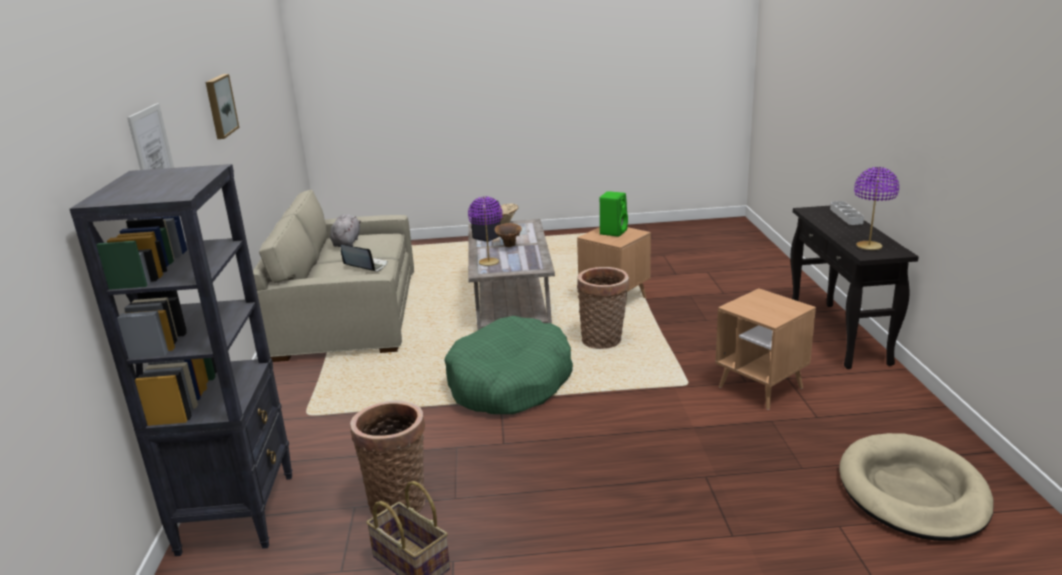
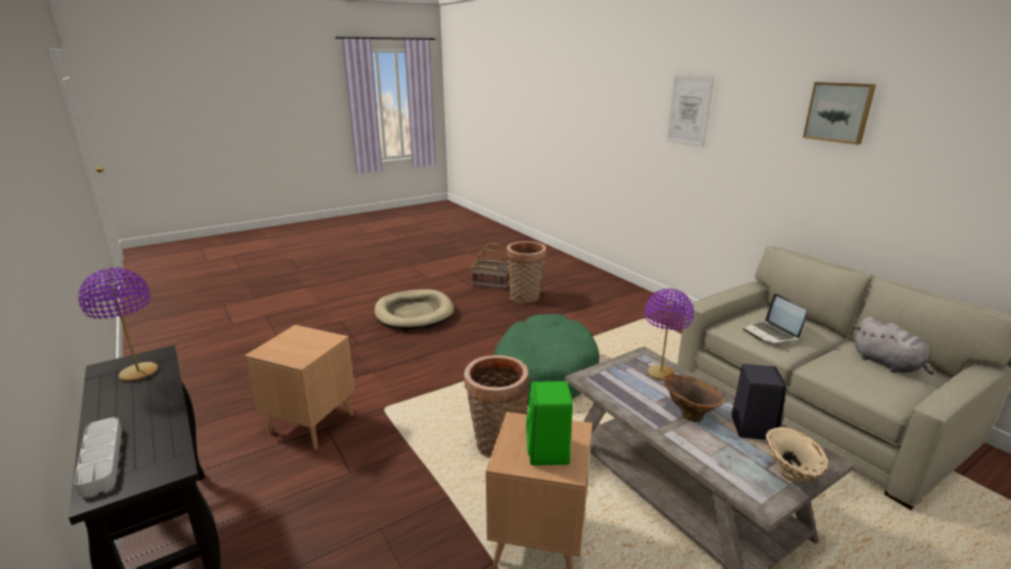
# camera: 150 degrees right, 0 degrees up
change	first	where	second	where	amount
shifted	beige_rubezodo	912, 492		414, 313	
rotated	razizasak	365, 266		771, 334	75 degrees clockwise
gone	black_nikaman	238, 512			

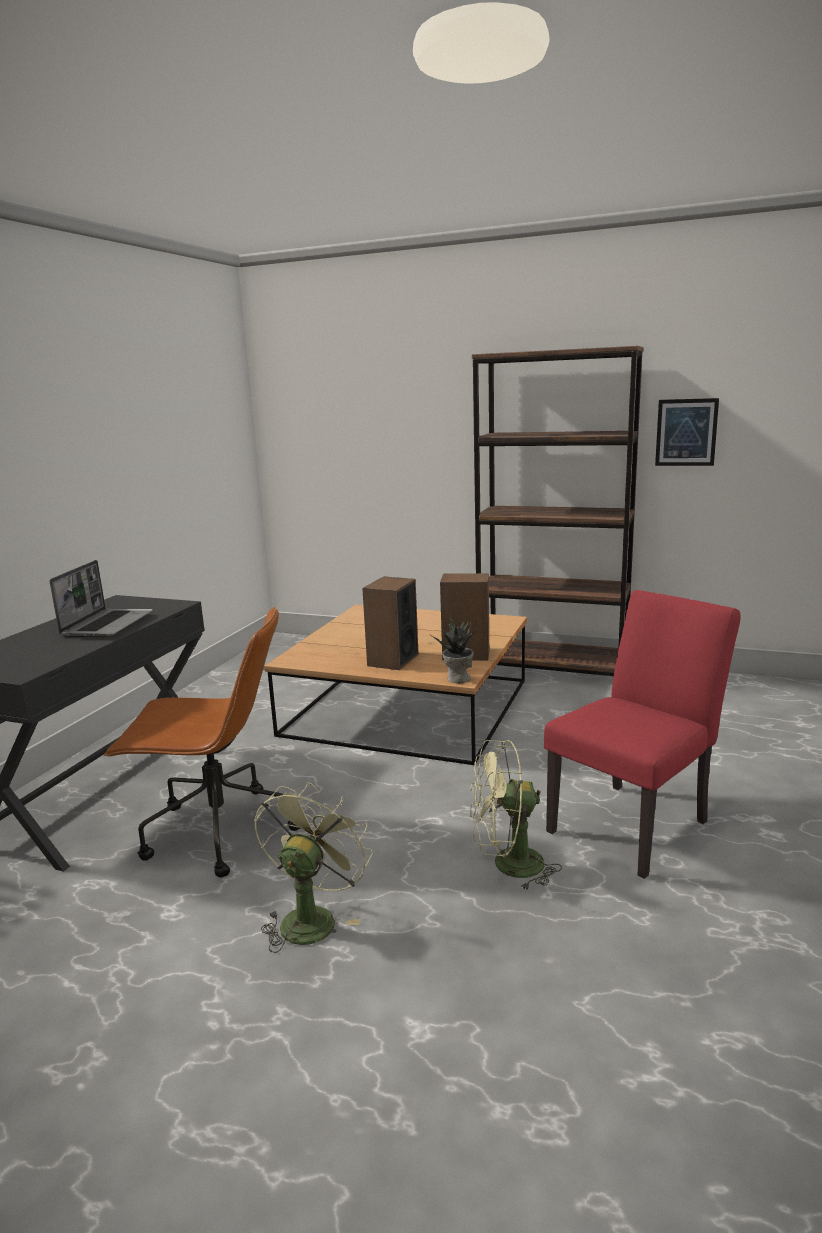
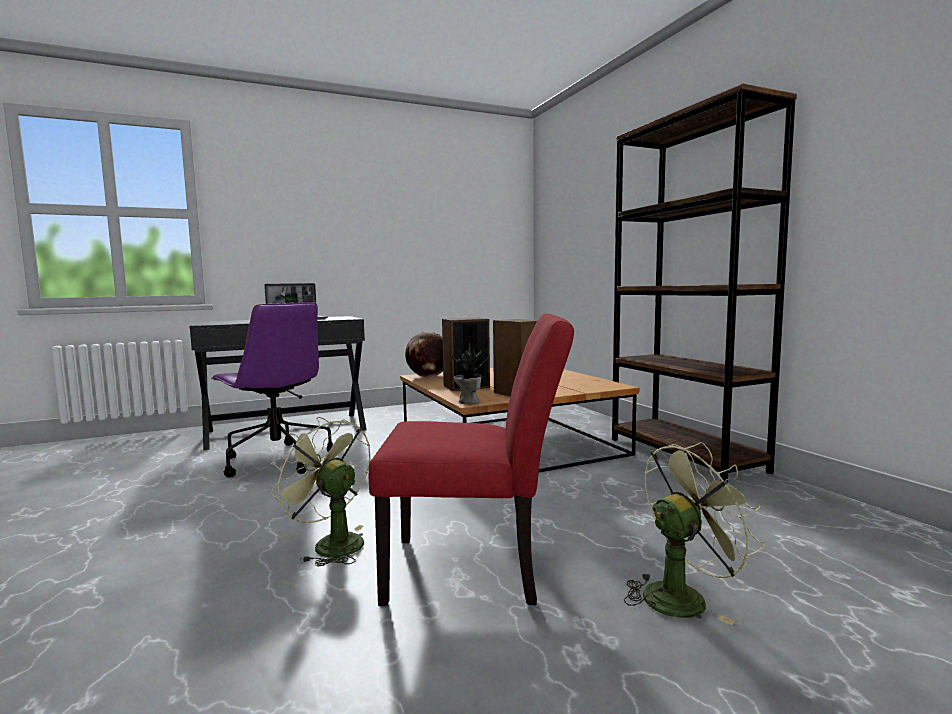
# camera: 45 degrees right, 10 degrees down
change	first	where	second	where	amount
repainted	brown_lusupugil	217, 832	purple_lusupugil	276, 460	
new			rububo	428, 376	
shifted	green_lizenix	311, 917		683, 596	
gone	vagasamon	686, 432			

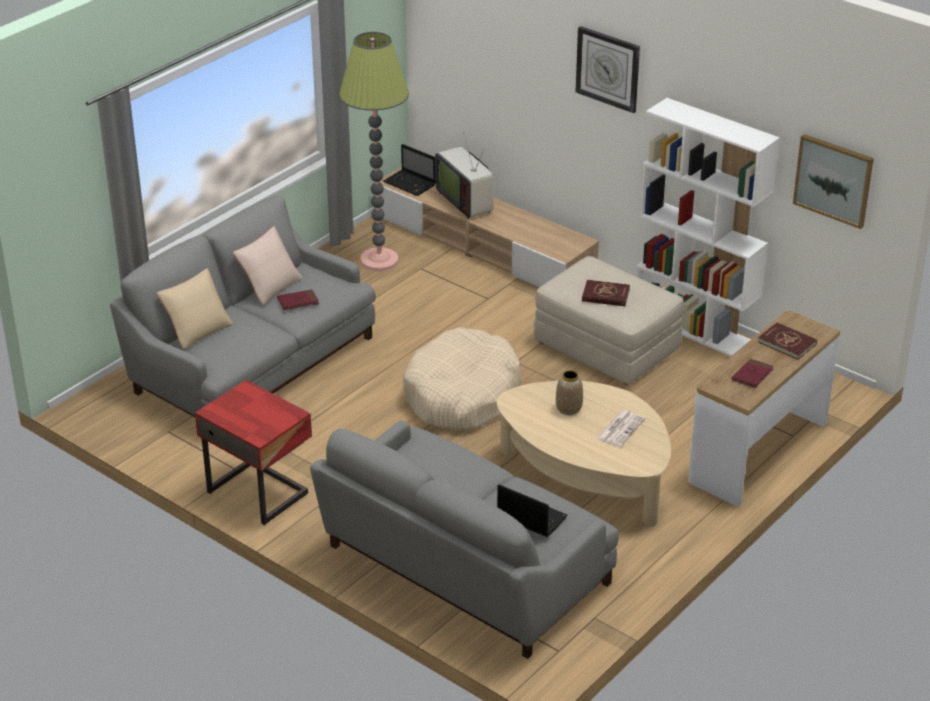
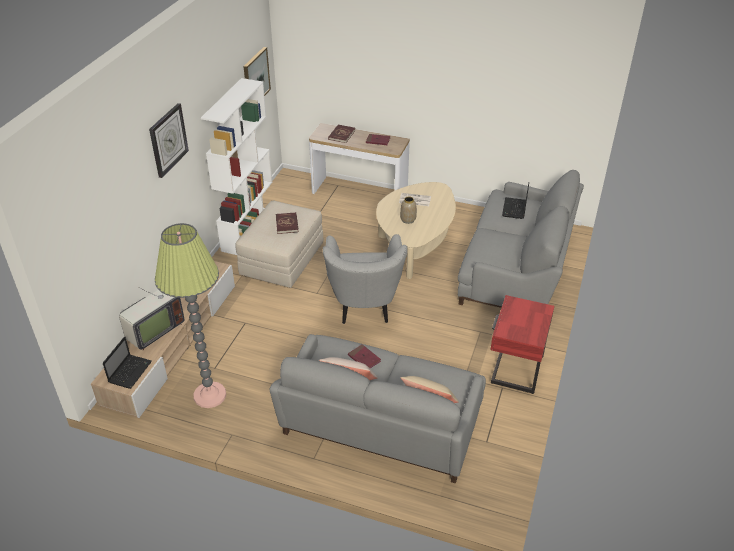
# camera: 110 degrees left, 5 degrees up
change	first	where	second	where	amount
swapped	beige_rubezodo	462, 395	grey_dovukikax	364, 307	

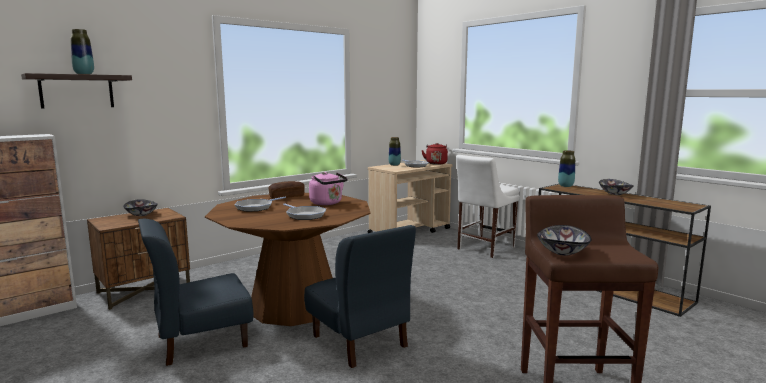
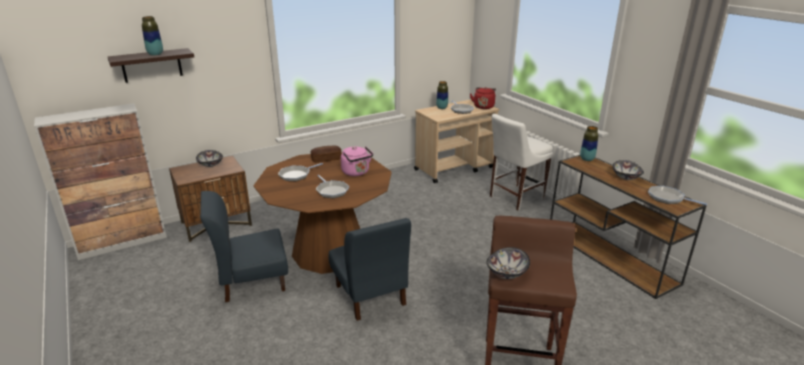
# camera: 10 degrees right, 15 degrees up
change	first	where	second	where	amount
new			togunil	668, 198	

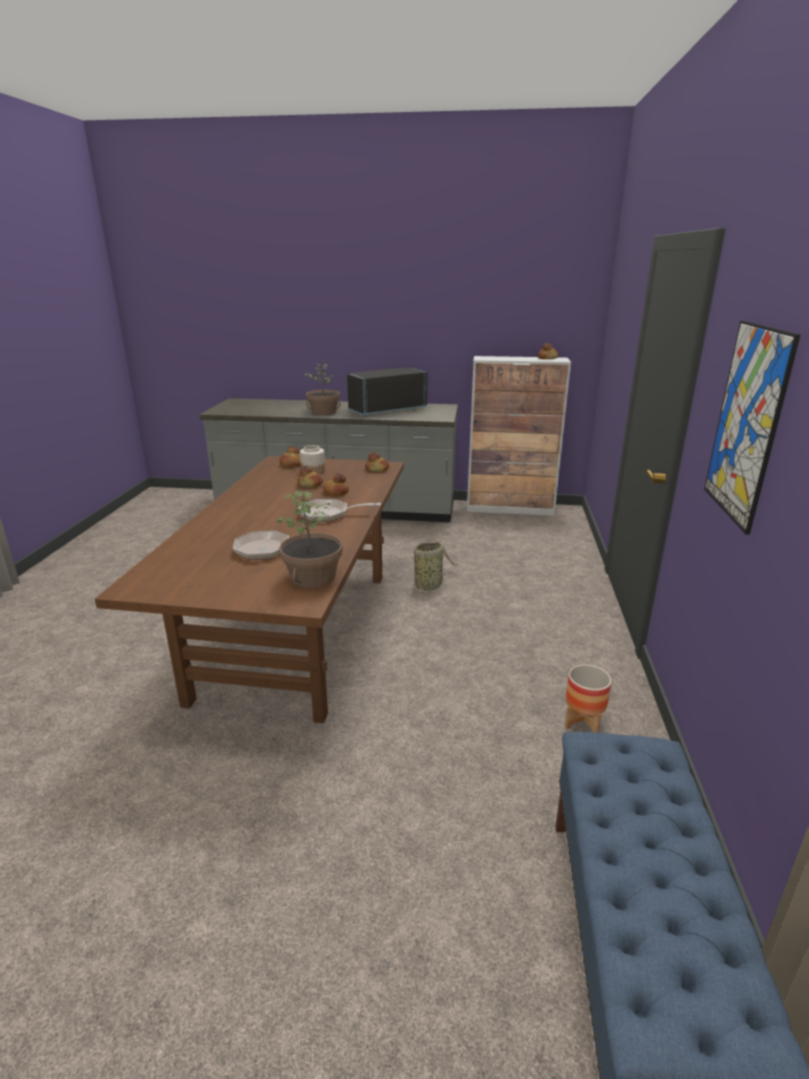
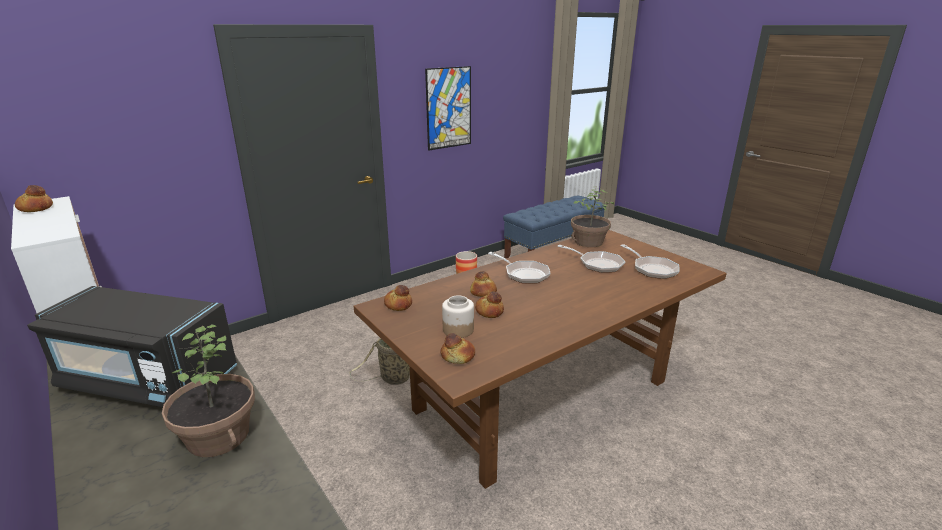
# camera: 135 degrees left, 0 degrees up
change	first	where	second	where	amount
new			togunil	652, 269	

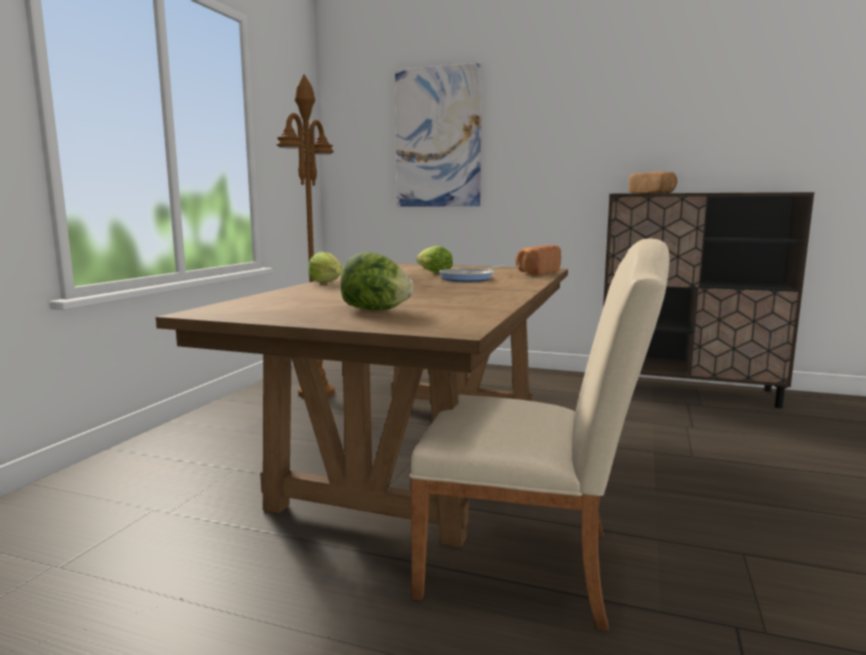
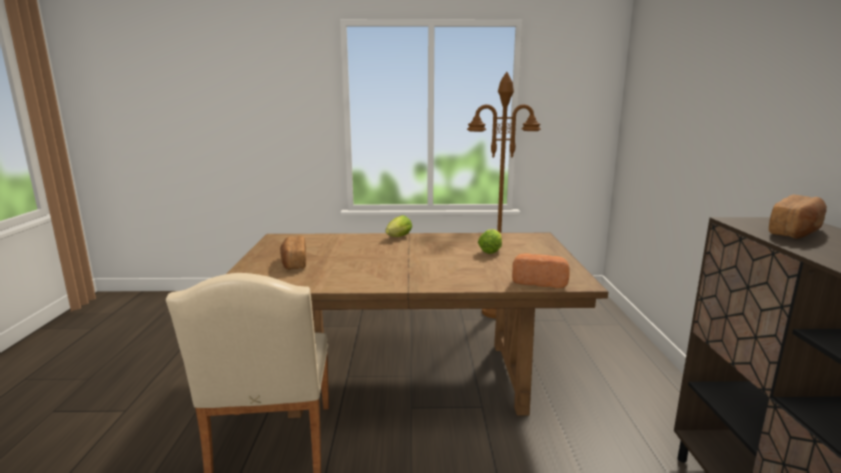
# camera: 70 degrees right, 5 degrees up
change	first	where	second	where	amount
swapped	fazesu	375, 310	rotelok	294, 262	
gone	vagasamon	438, 137			
gone	togunil	469, 278			

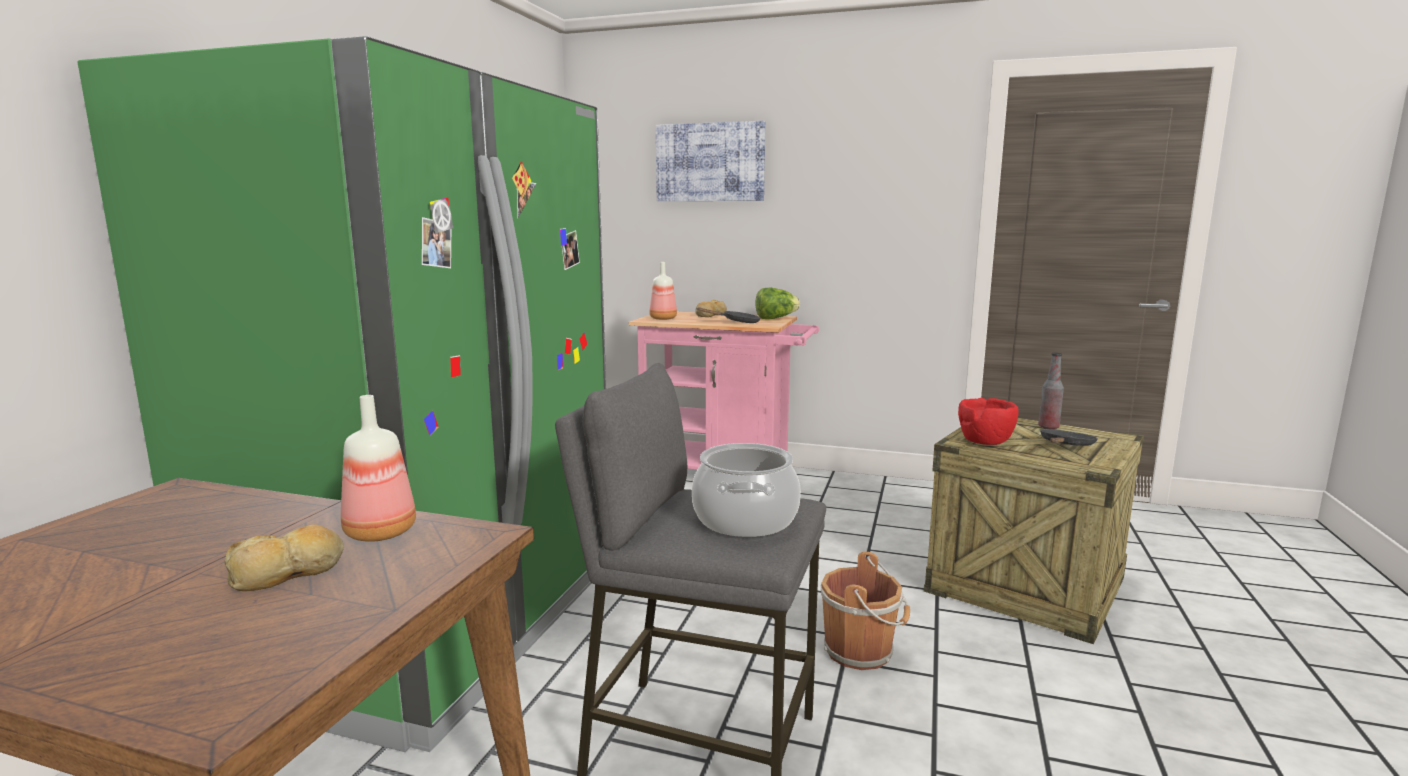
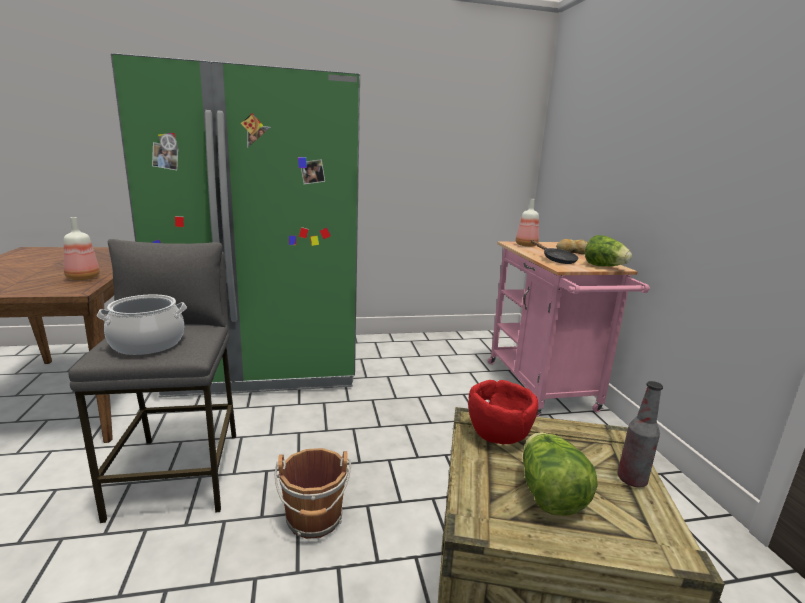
# camera: 60 degrees right, 5 degrees up
change	first	where	second	where	amount
swapped	black_togunil	1065, 446	fazesu	549, 494	
gone	rotelok	289, 572			
gone	vagasamon	710, 162			

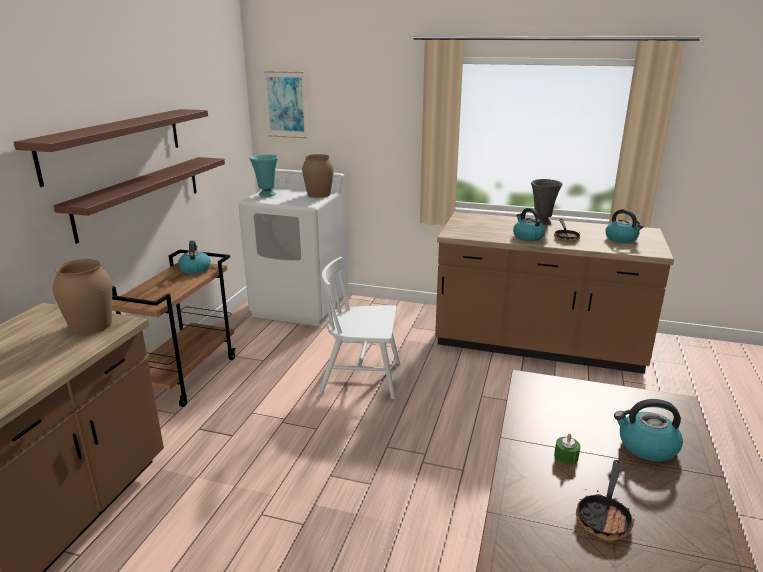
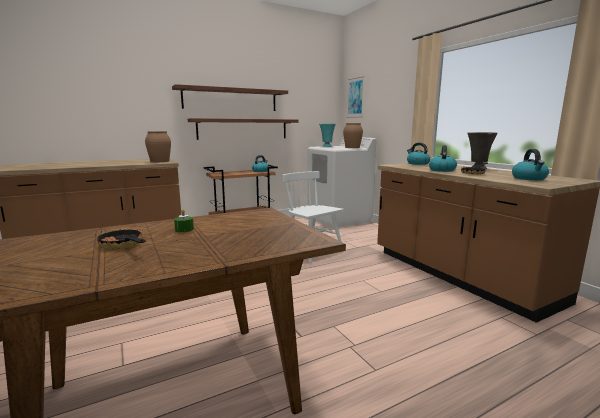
# camera: 45 degrees right, 10 degrees down
change	first	where	second	where	amount
rotated	togunil	605, 516		123, 246	60 degrees clockwise
shifted	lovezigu	646, 446		417, 163	

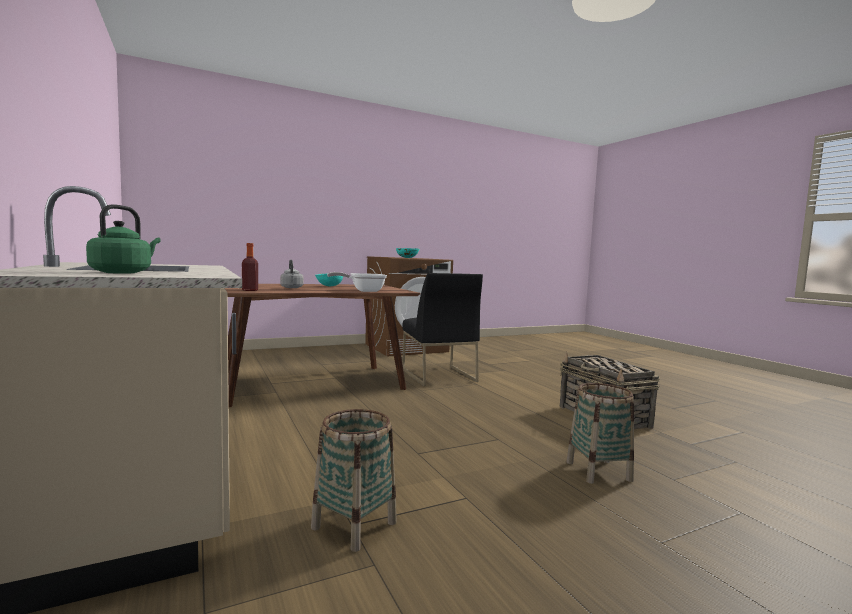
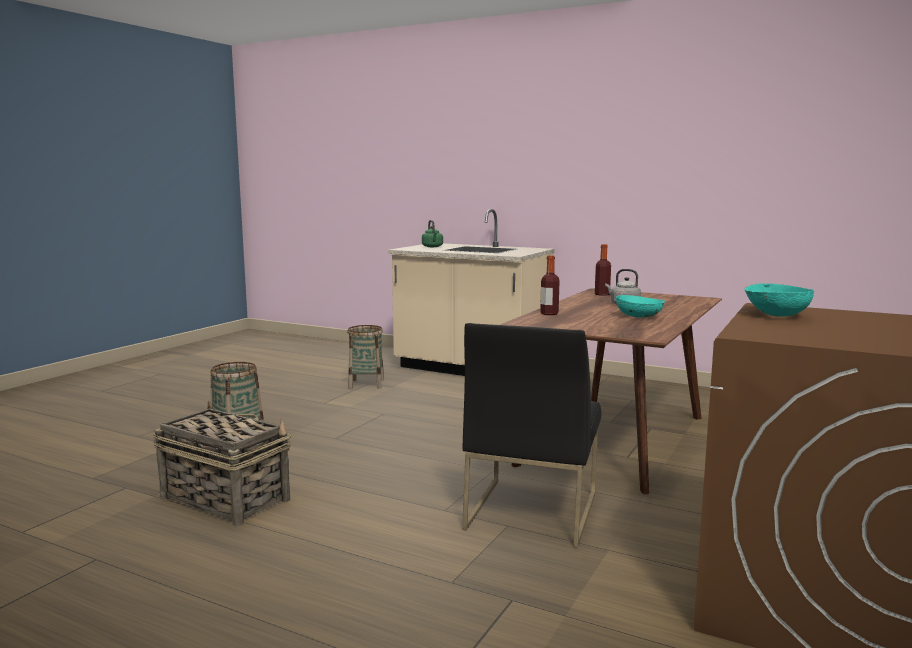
# camera: 145 degrees right, 5 degrees up
change	first	where	second	where	amount
rotated	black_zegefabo	438, 375		531, 510	105 degrees counterclockwise
swapped	togunil	363, 291	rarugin	549, 313	

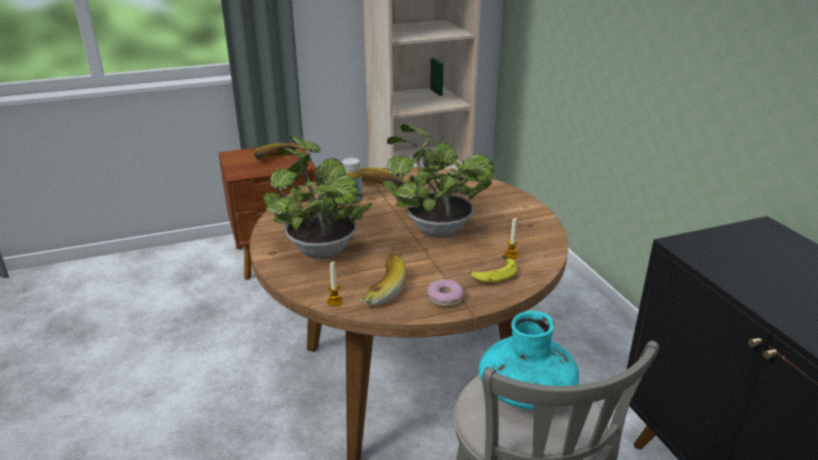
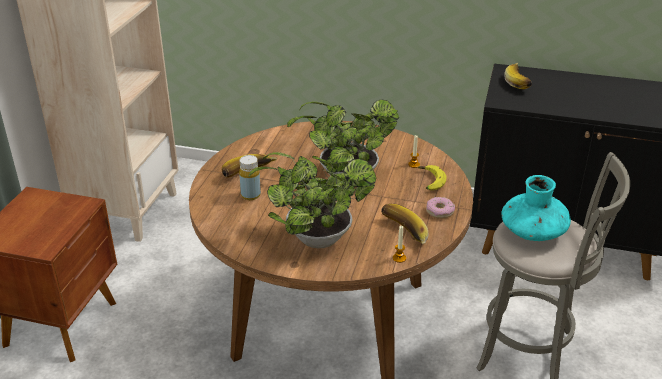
# camera: 55 degrees left, 5 degrees up
change	first	where	second	where	amount
shifted	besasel	277, 159		520, 82	

